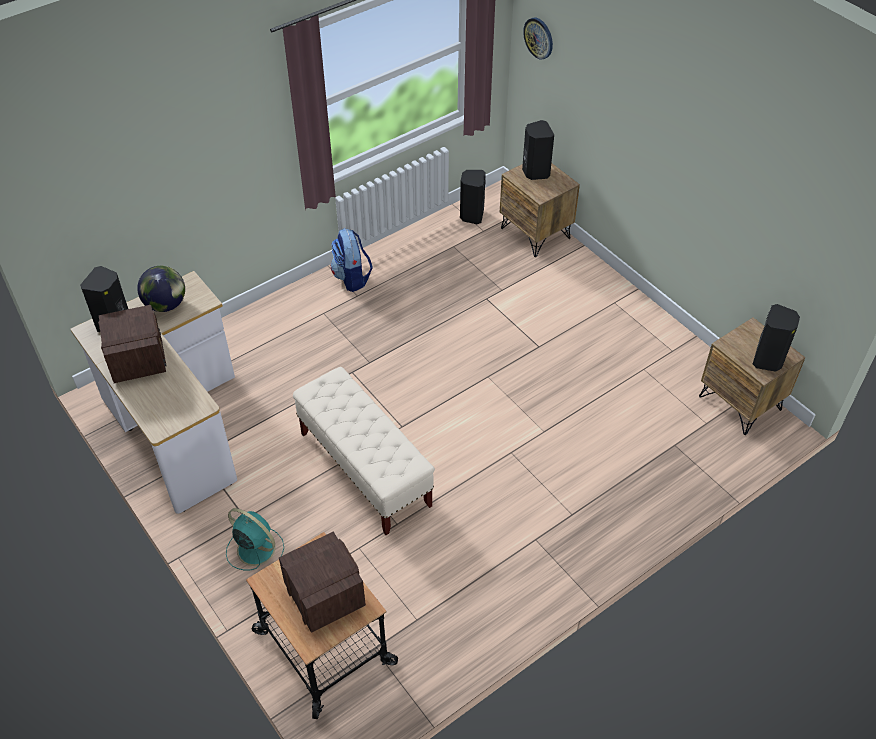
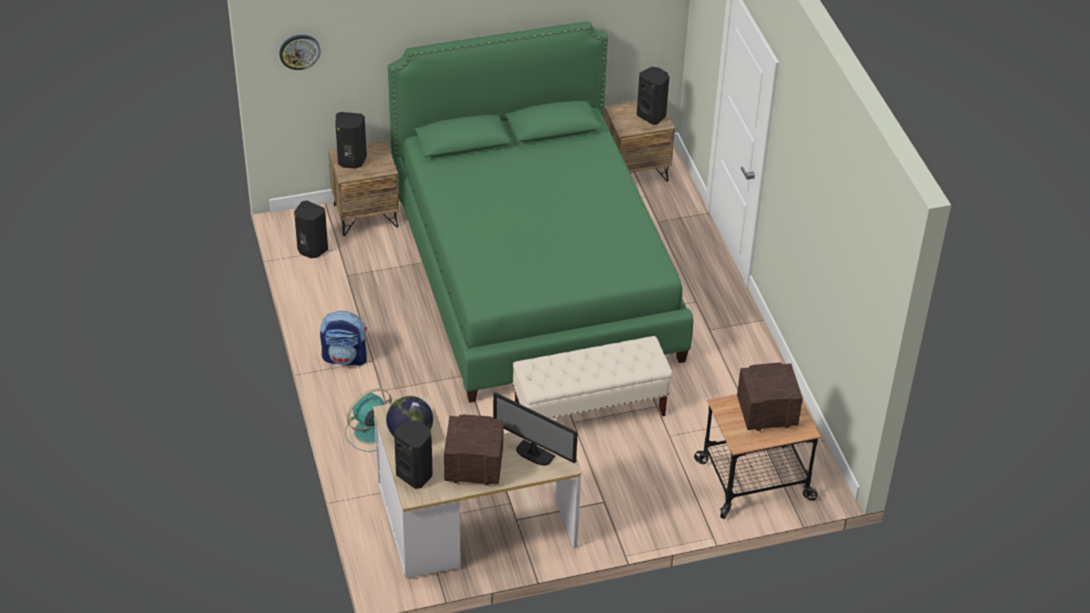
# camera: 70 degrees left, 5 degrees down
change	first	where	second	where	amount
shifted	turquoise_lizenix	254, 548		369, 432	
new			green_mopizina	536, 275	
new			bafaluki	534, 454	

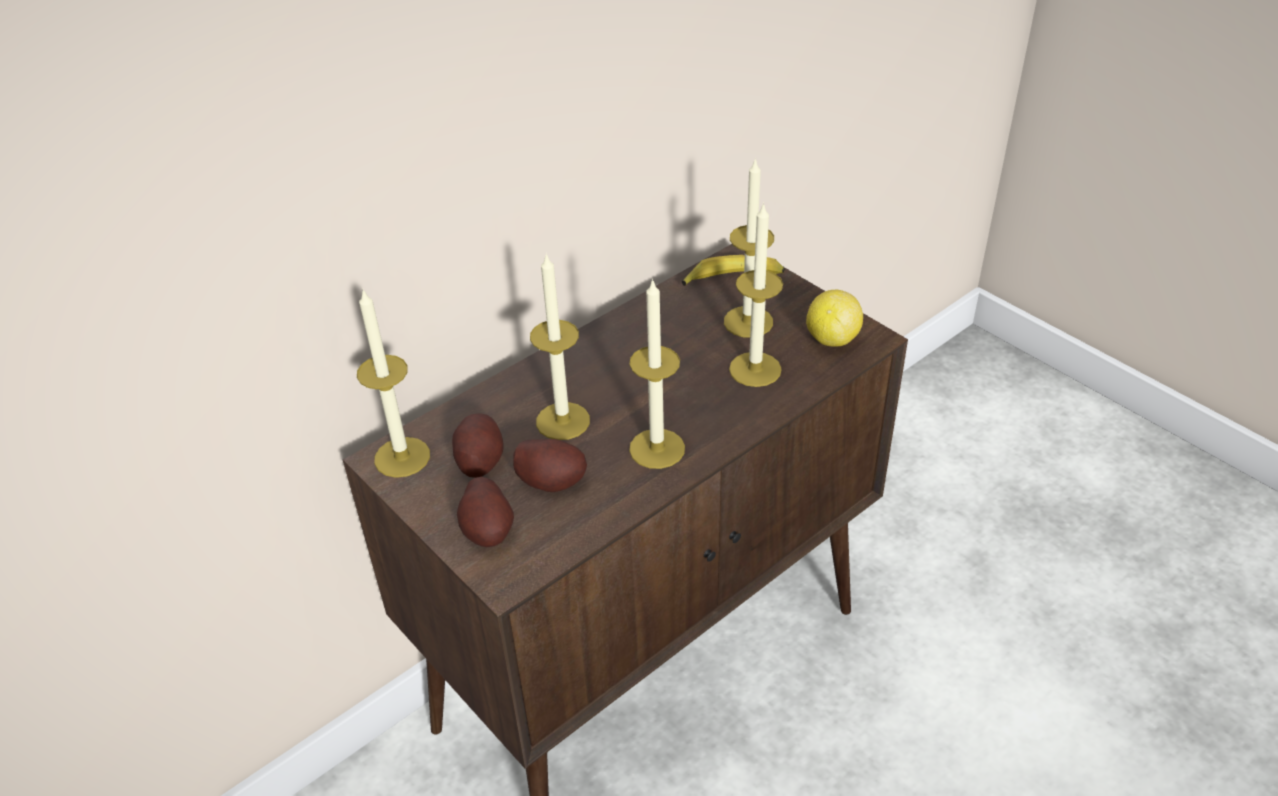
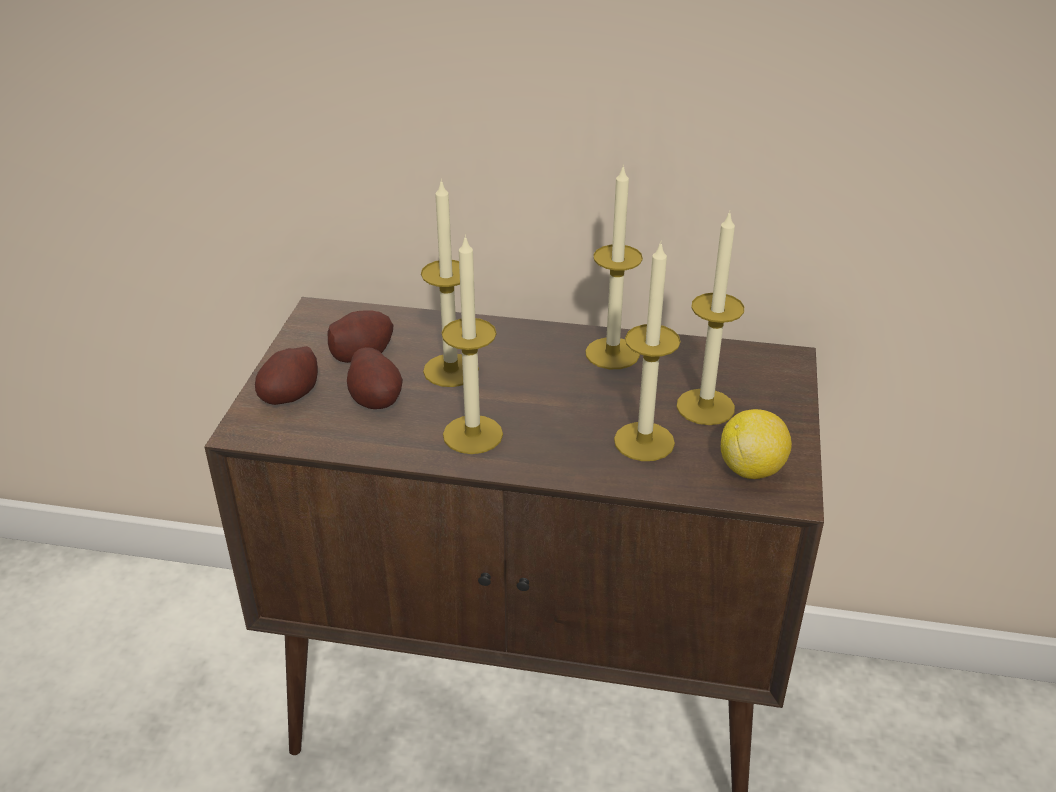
# camera: 50 degrees right, 5 degrees down
change	first	where	second	where	amount
shifted	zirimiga	402, 457		612, 353	
gone	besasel	733, 279			

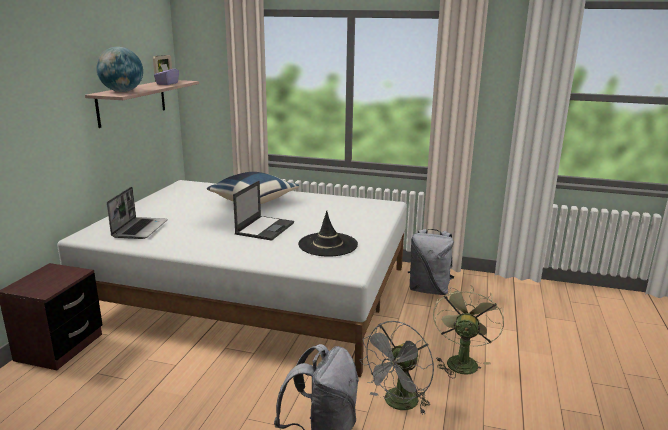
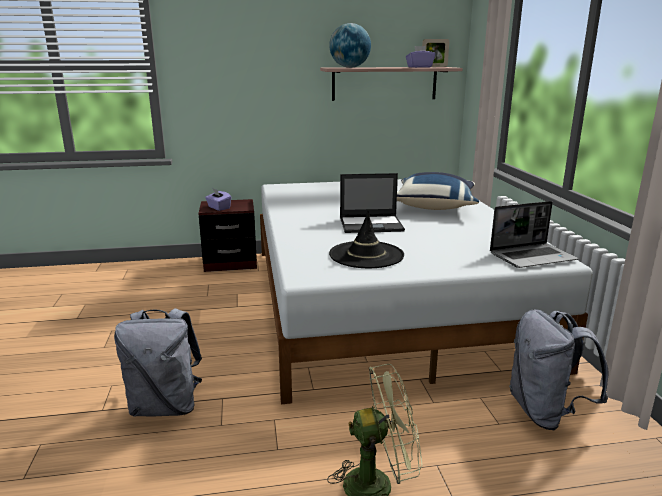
# camera: 65 degrees right, 0 degrees up
change	first	where	second	where	amount
new			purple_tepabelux	218, 208	
shifted	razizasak	140, 229		532, 257	
gone	grey_lizenix	398, 404			

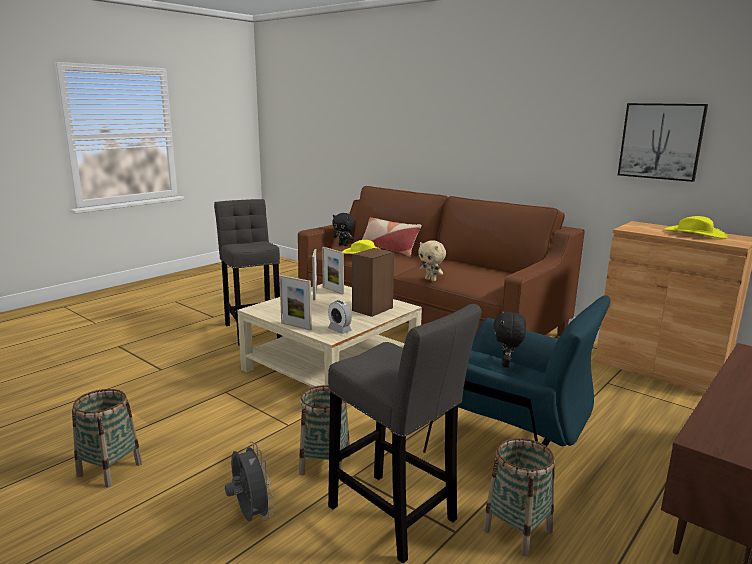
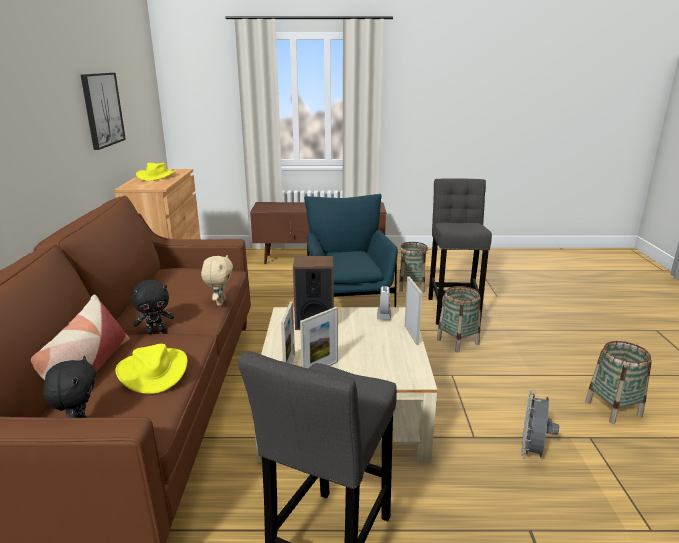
# camera: 130 degrees left, 5 degrees up
change	first	where	second	where	amount
shifted	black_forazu	507, 364		155, 331	
shifted	grey_lizenix	250, 516		532, 452	

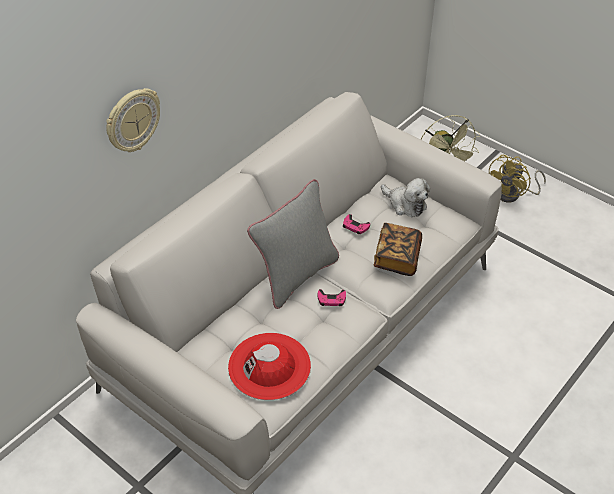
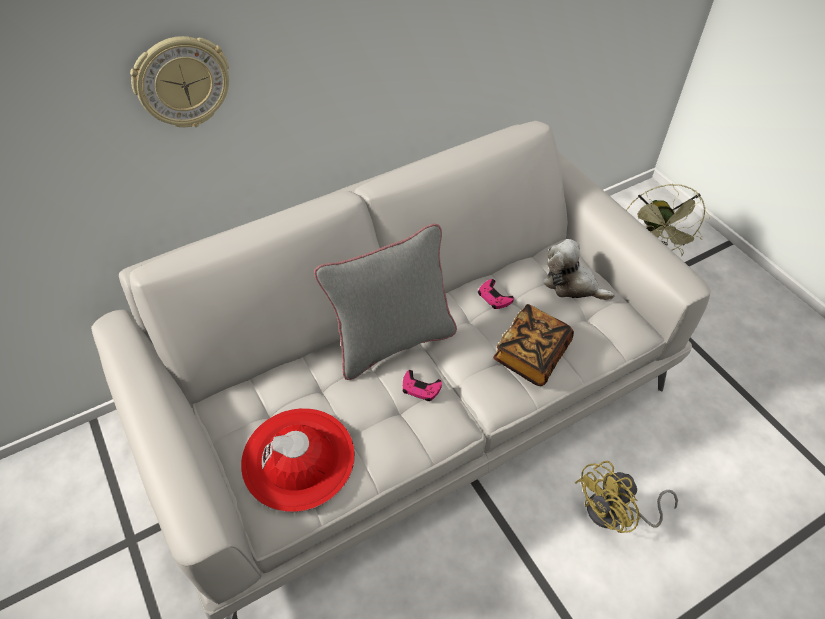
# camera: 20 degrees right, 5 degrees up
change	first	where	second	where	amount
rotated	forazu	405, 204		572, 284	150 degrees clockwise
shifted	yellow_lizenix	513, 194		615, 513	

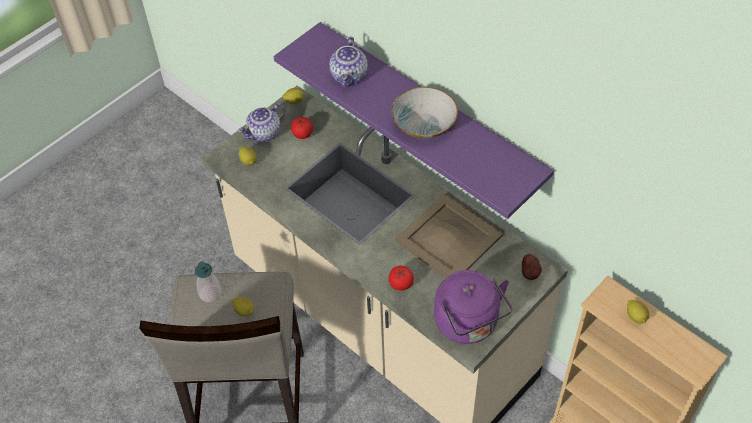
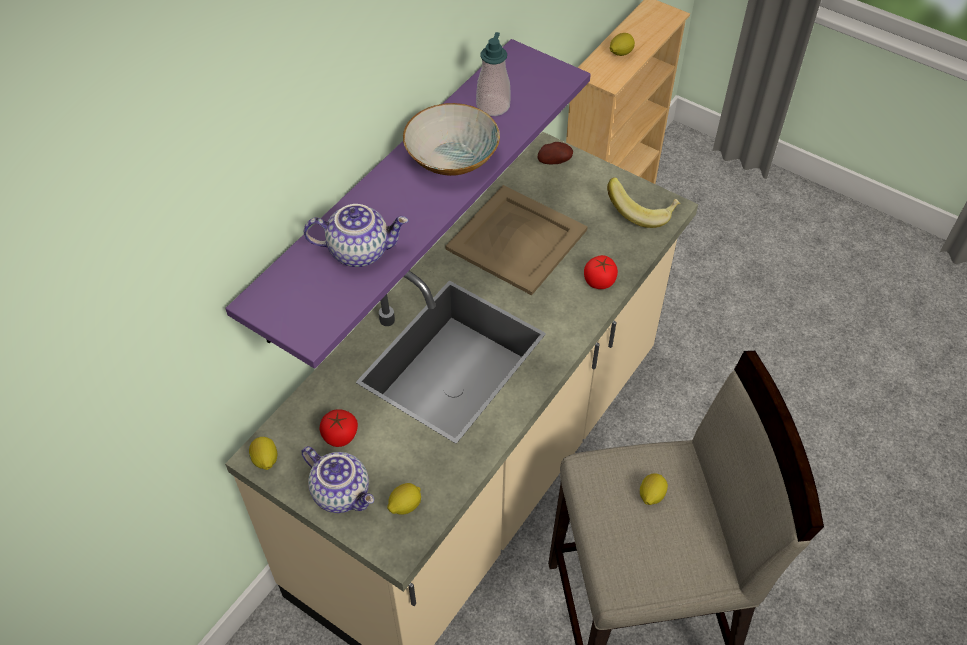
# camera: 100 degrees left, 0 degrees up
change	first	where	second	where	amount
shifted	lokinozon	210, 293		493, 106	
swapped	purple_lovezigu	468, 324	besasel	641, 211	

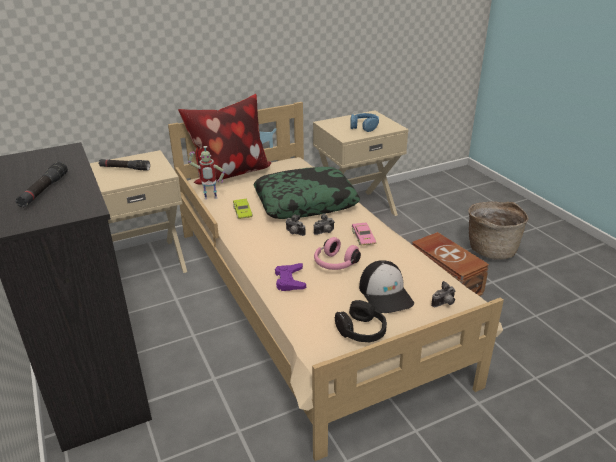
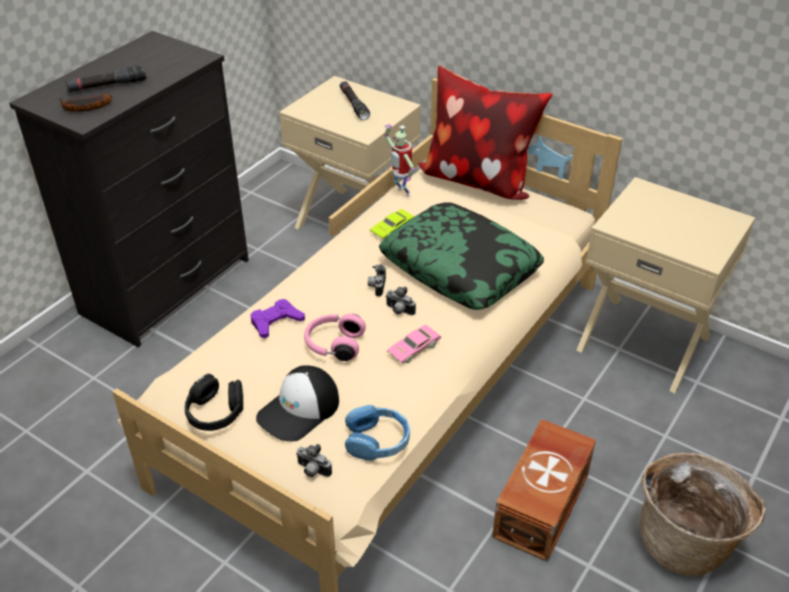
# camera: 60 degrees right, 10 degrees up
change	first	where	second	where	amount
new			besasel	83, 108	
shifted	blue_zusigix	364, 127		377, 441	

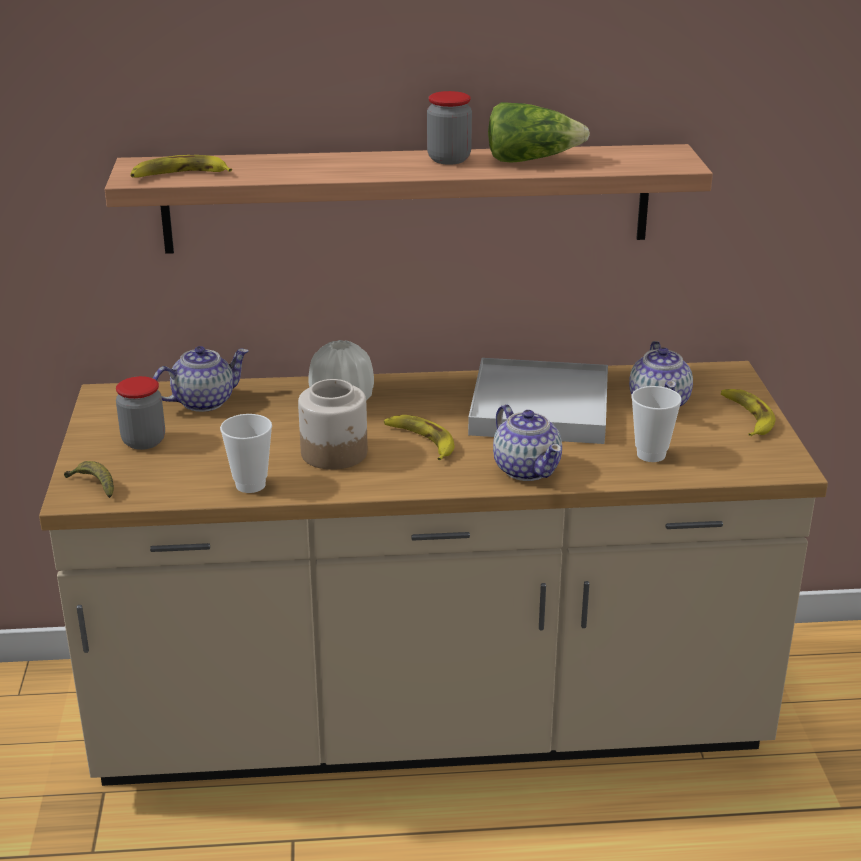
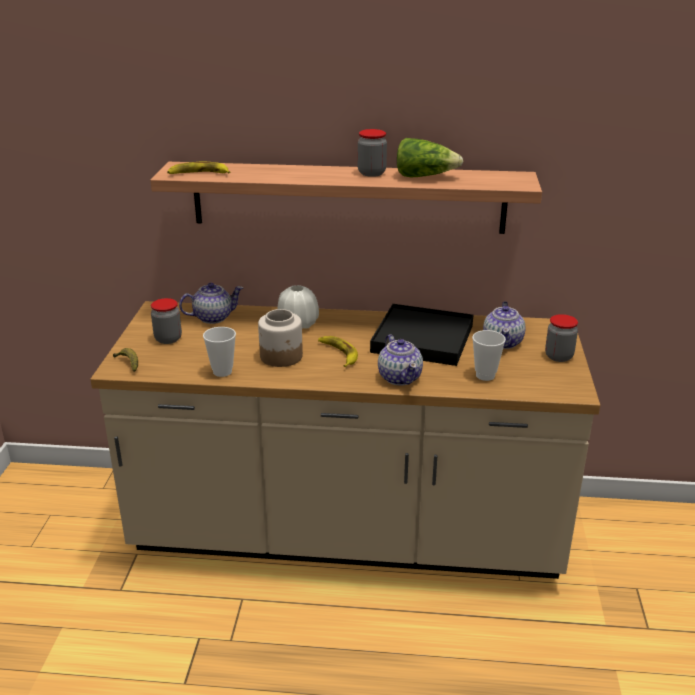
# camera: 10 degrees right, 0 degrees up
change	first	where	second	where	amount
repainted	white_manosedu	539, 408	black_manosedu	422, 339	
swapped	besasel	746, 417	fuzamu	558, 356	

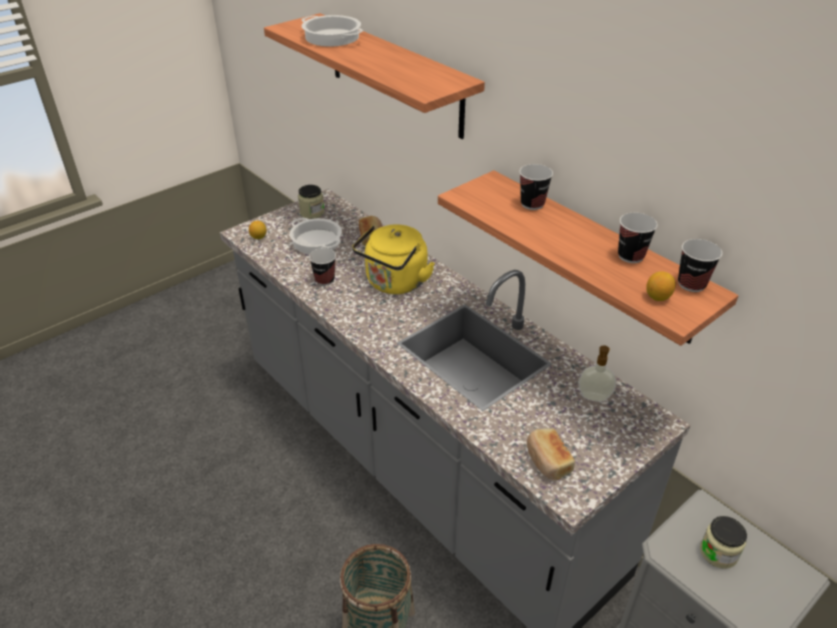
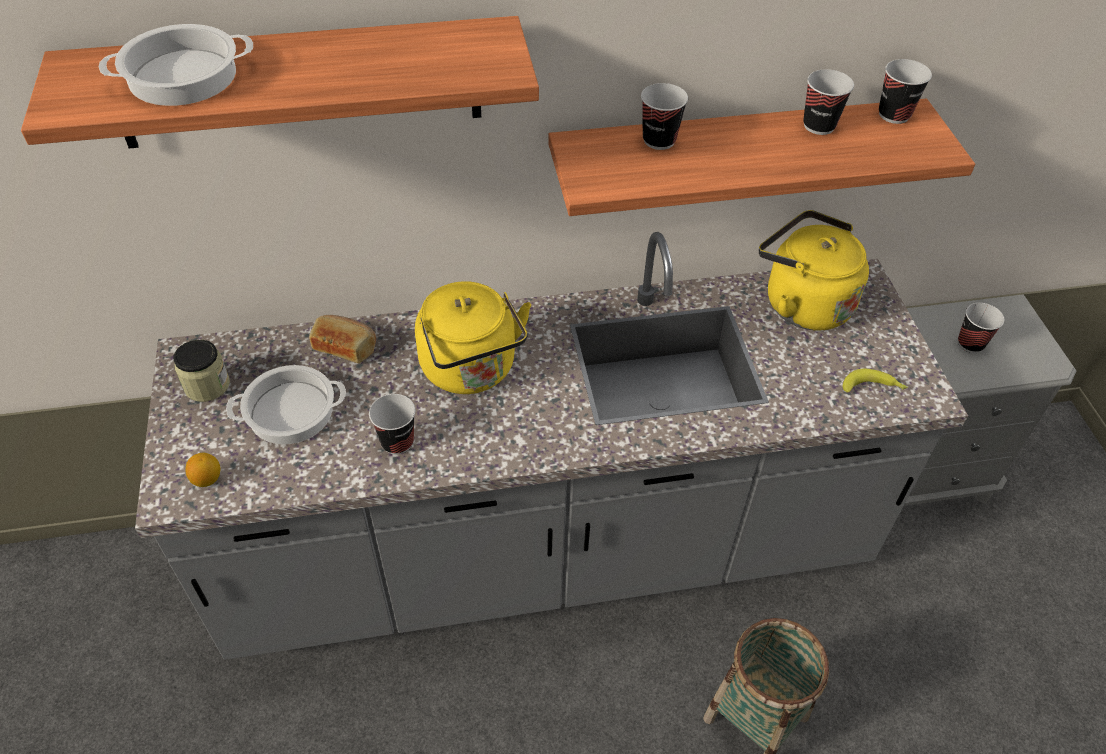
# camera: 60 degrees left, 10 degrees up
change	first	where	second	where	amount
swapped	lokinozon	594, 398	yellow_lovezigu	802, 303	
swapped	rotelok	547, 461	besasel	873, 388	
swapped	fuzamu	718, 552	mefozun	970, 343	
gone	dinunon	657, 297			

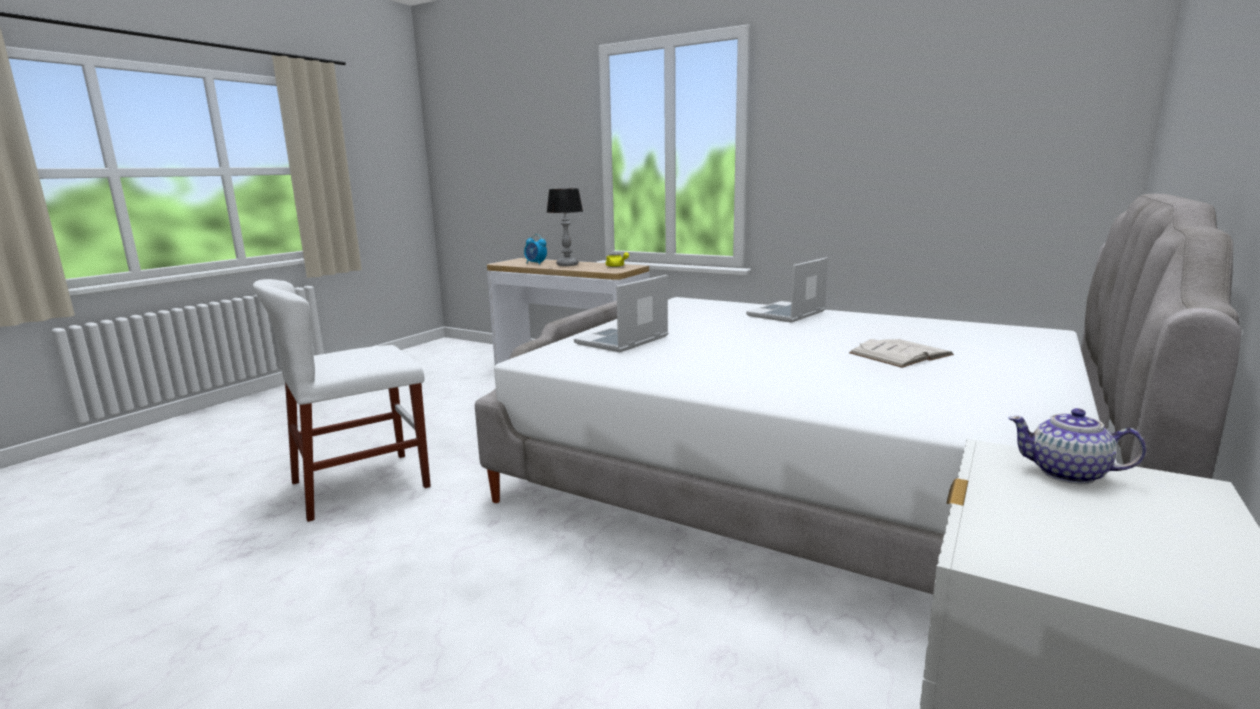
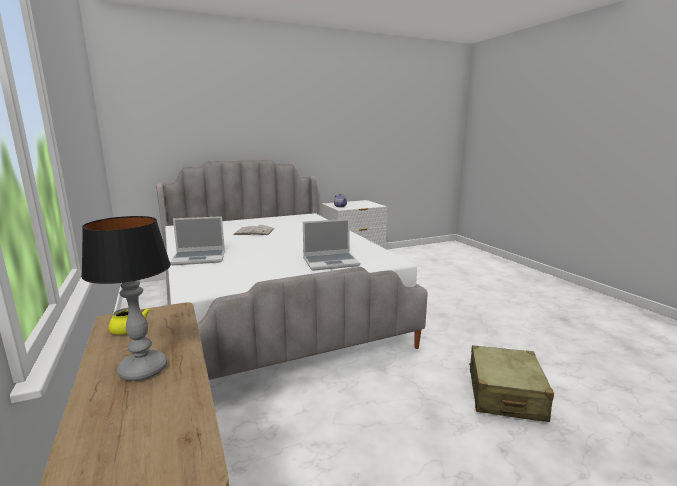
# camera: 145 degrees left, 0 degrees up
change	first	where	second	where	amount
swapped	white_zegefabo	361, 484	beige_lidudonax	505, 394	
gone	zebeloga	536, 263			

